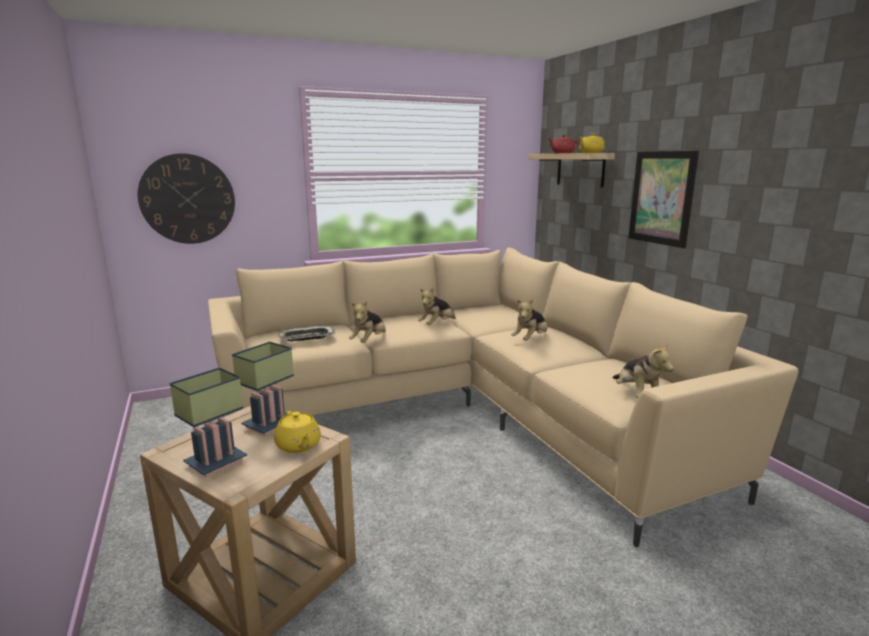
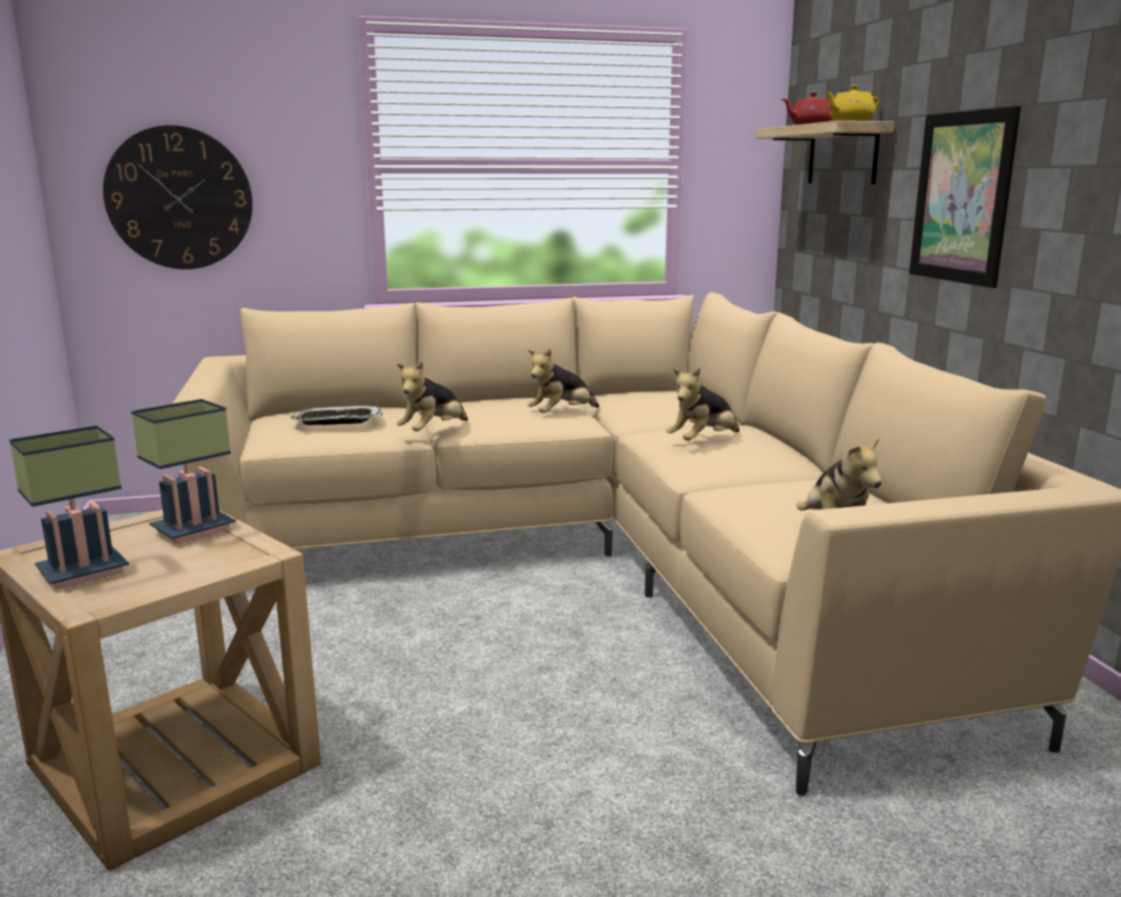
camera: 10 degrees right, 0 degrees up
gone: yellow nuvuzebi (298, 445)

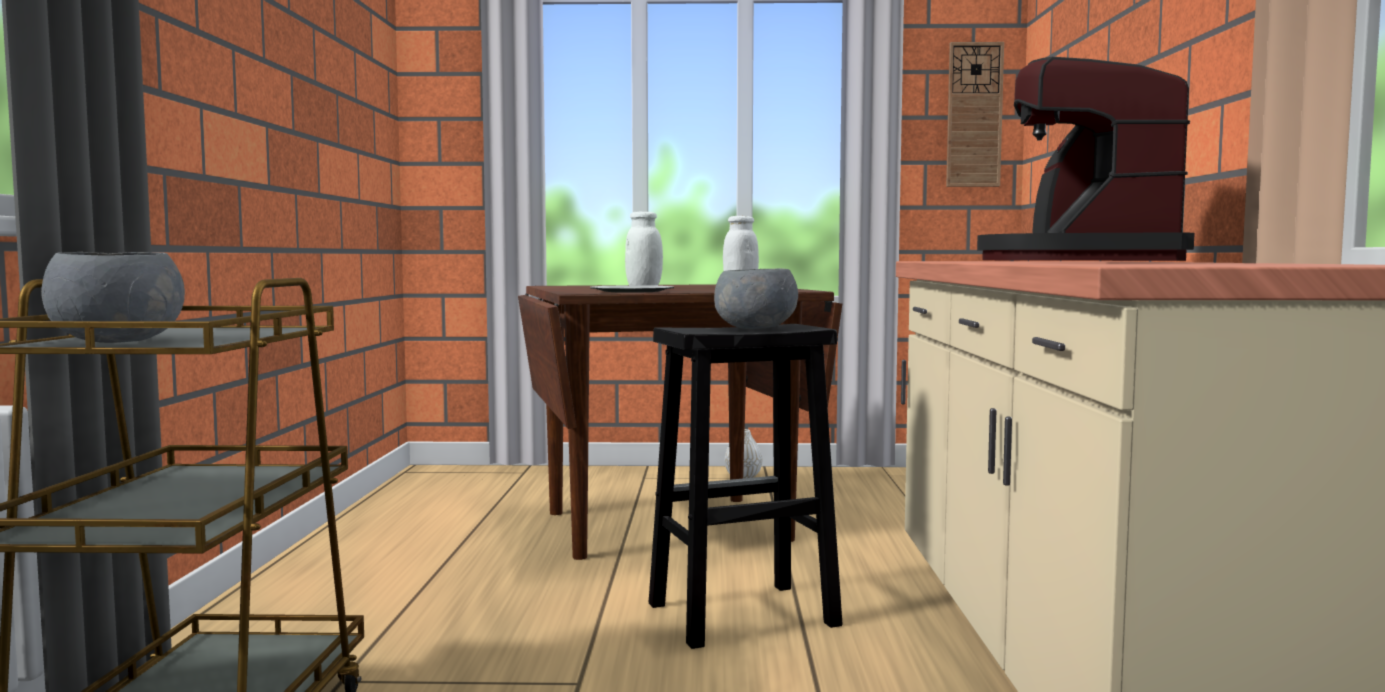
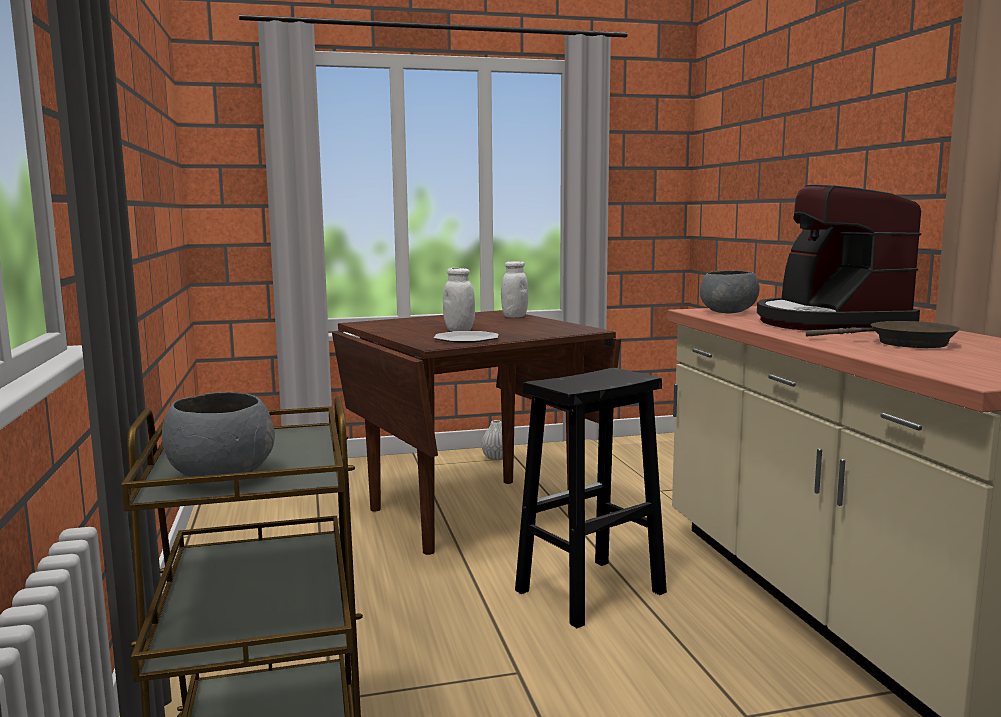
camera: 15 degrees left, 5 degrees up
gone: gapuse (974, 115)
new: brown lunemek (903, 343)
shifted: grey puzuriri (754, 328) to (727, 312)

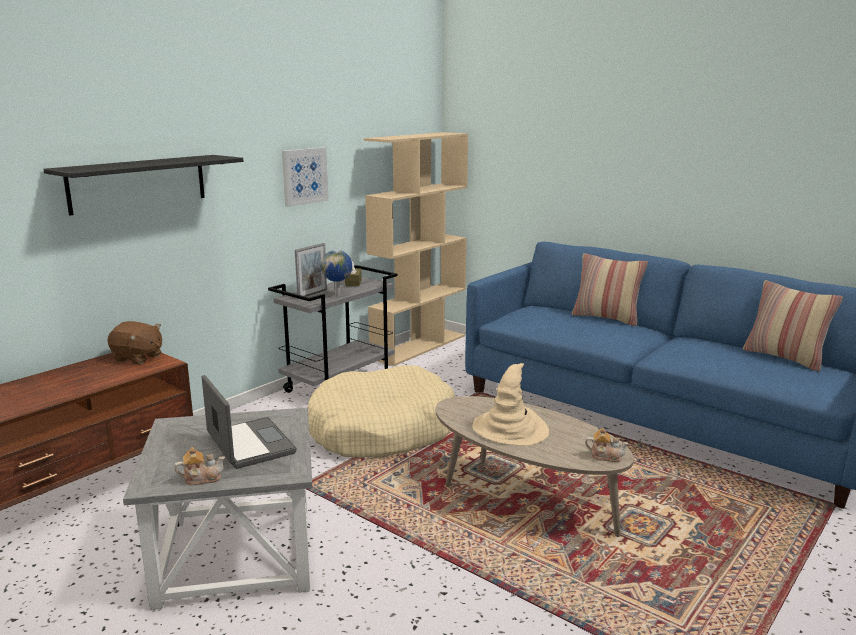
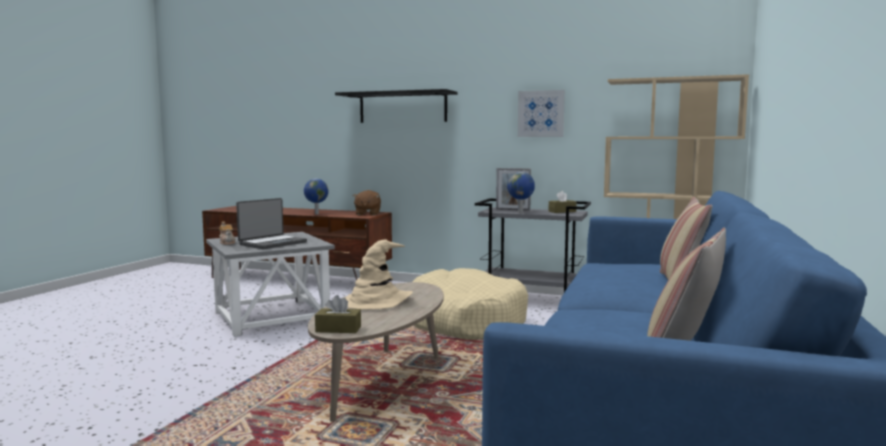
camera: 70 degrees right, 10 degrees down
new: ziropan (316, 214)
swapped: nuvuzebi (605, 456) to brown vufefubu (338, 329)

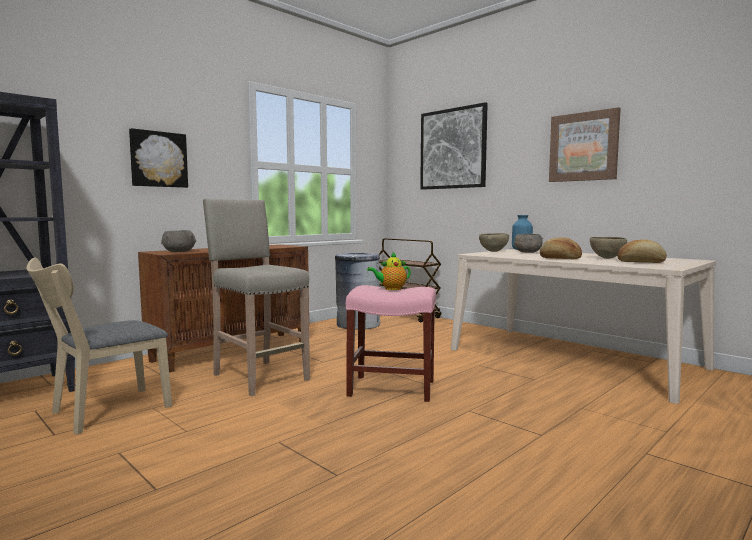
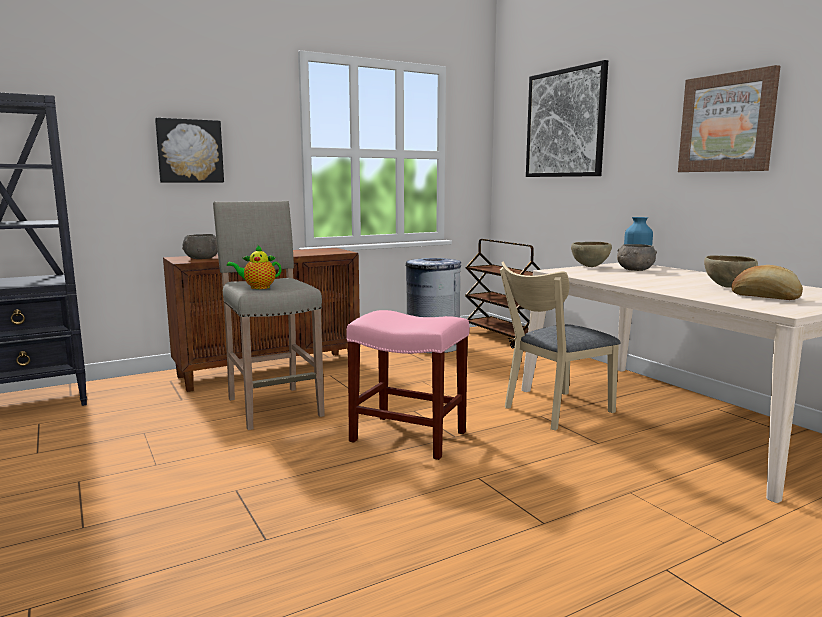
camera: 15 degrees right, 5 degrees up
gone: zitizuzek (559, 258)
shifted: nuvuzebi (391, 289) to (257, 287); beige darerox (103, 412) to (553, 411)

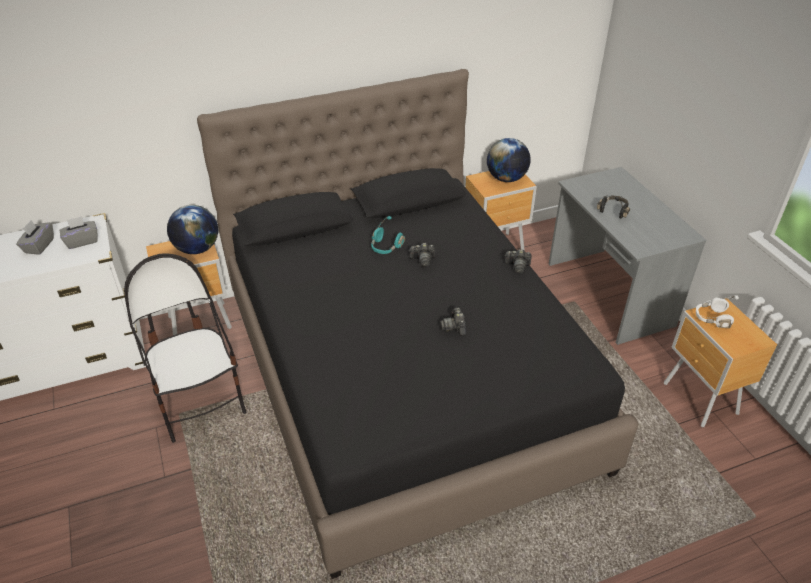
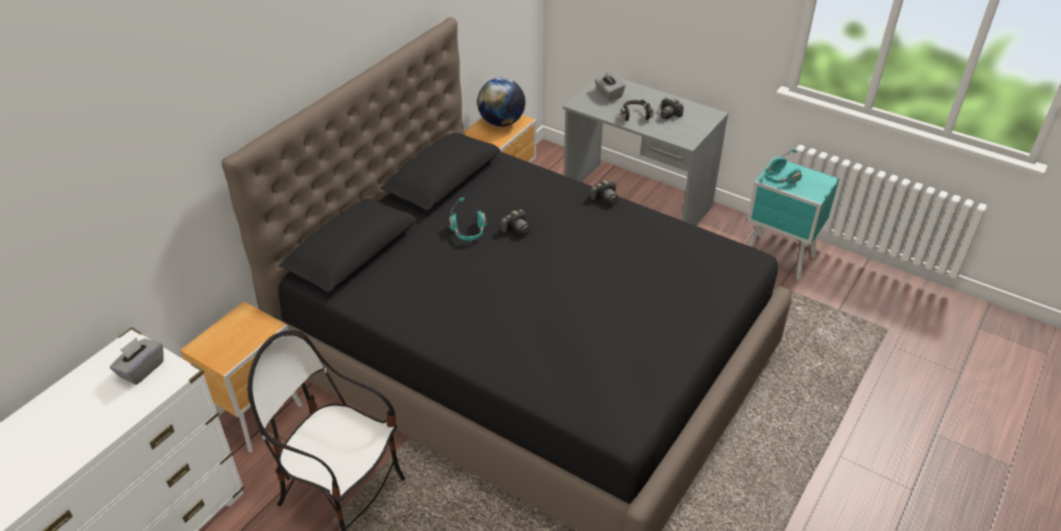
camera: 35 degrees left, 0 degrees up
gone: ziropan (197, 249)
shifted: grey vufefubu (39, 246) to (608, 94); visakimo (454, 327) to (669, 114)
repainted: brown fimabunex (700, 400) to turquoise fimabunex (779, 259); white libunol (712, 318) to turquoise libunol (779, 178)

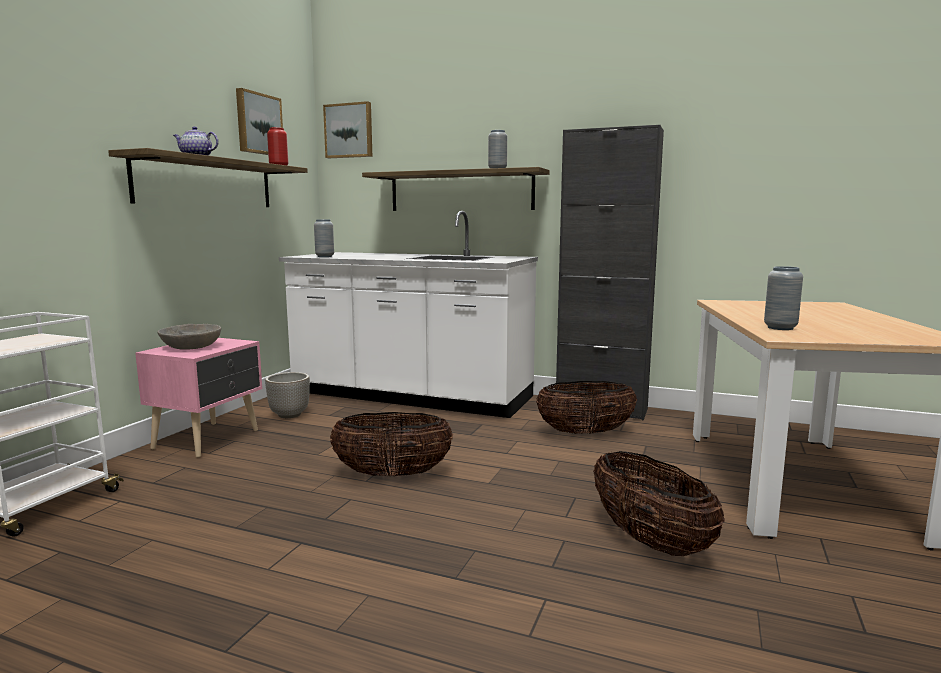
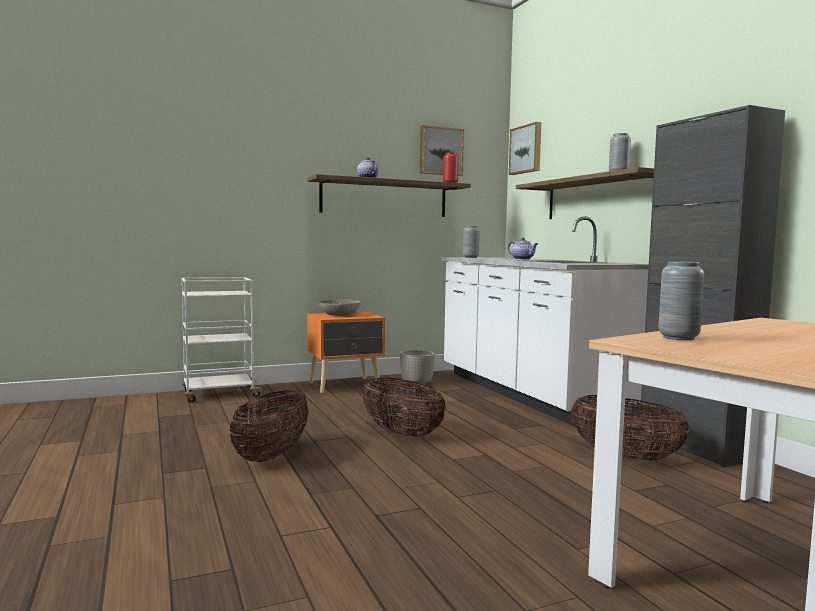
camera: 45 degrees right, 5 degrees down
new: nuvuzebi (523, 259)
shifted: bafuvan (650, 540) to (271, 455)
repainted: pink fimabunex (209, 439) to orange fimabunex (345, 386)

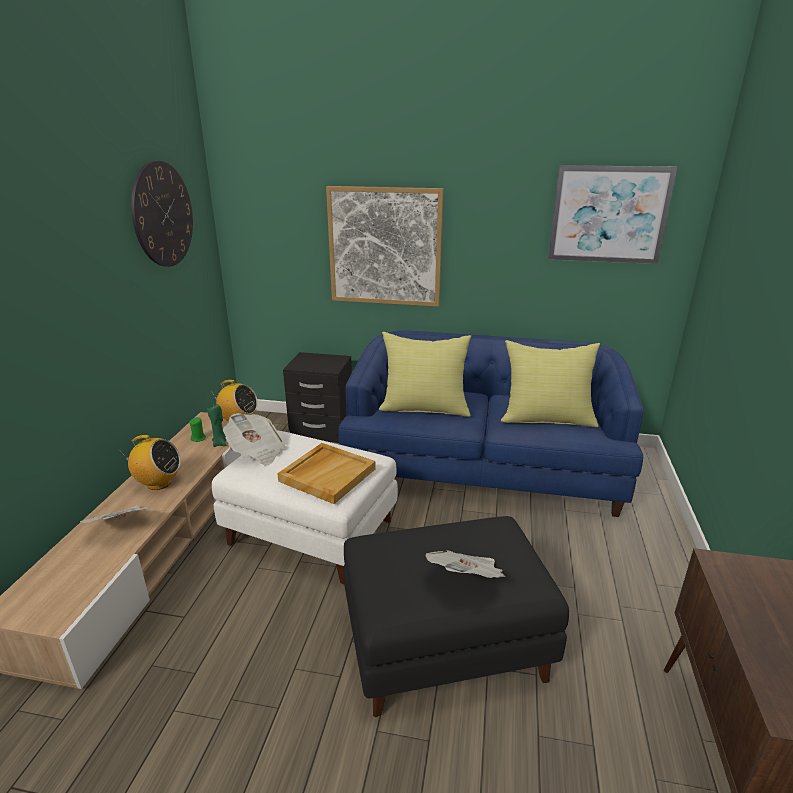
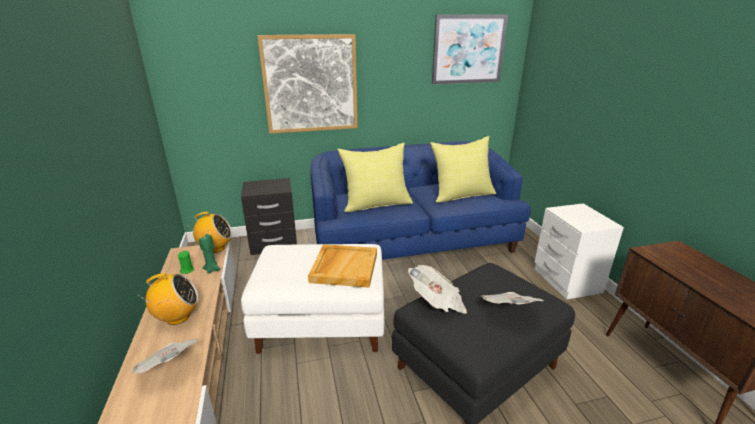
camera: 25 degrees left, 0 degrees up
gone: gapuse (163, 214)
new: white fimabunex (566, 280)
shifted: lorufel (256, 452) to (437, 302)

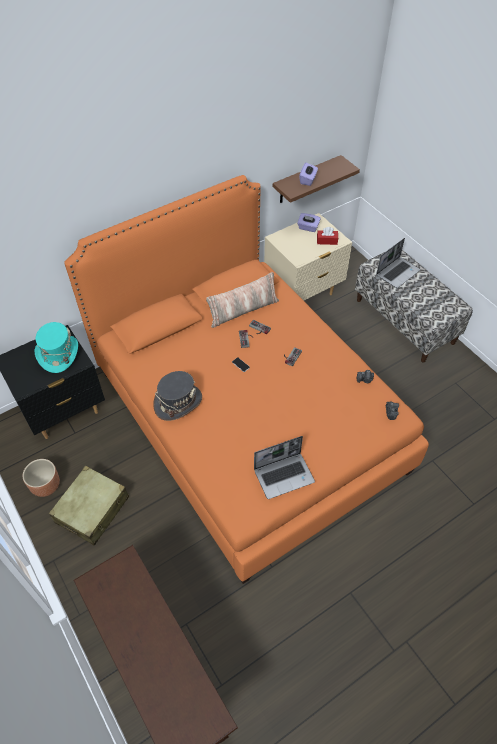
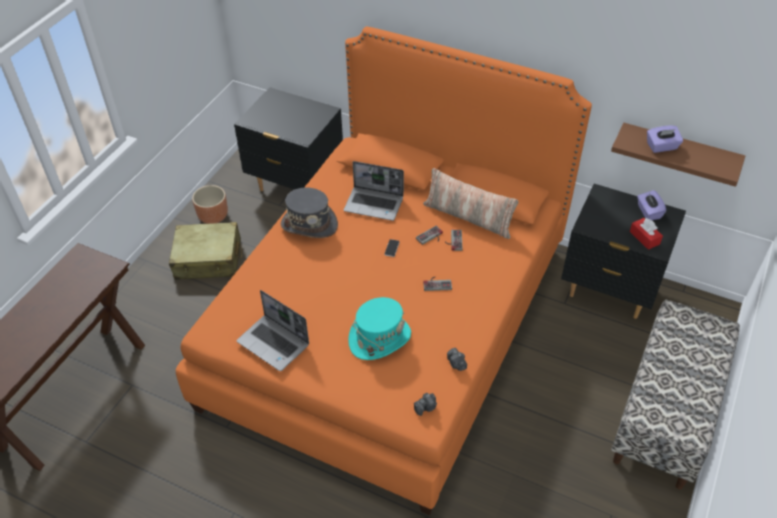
camera: 60 degrees right, 5 degrees down
shifted: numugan (397, 272) to (374, 204); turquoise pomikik (58, 354) to (379, 338)
repainted: beige fimabunex (303, 294) to black fimabunex (609, 290)

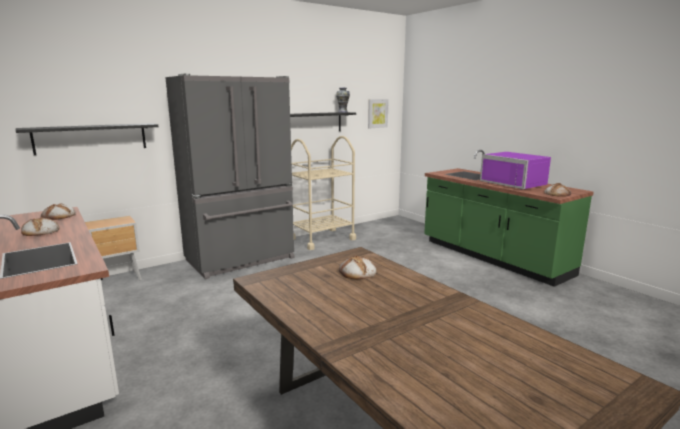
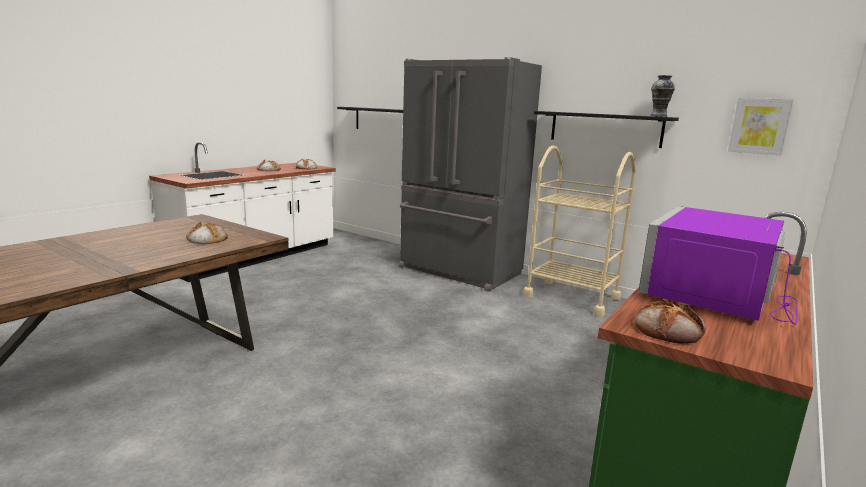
camera: 70 degrees right, 0 degrees up
gone: brown fimabunex (119, 280)

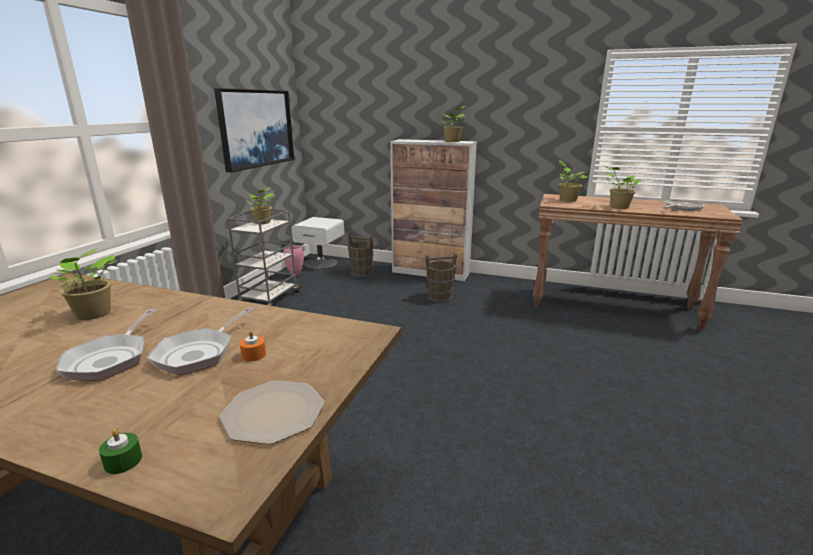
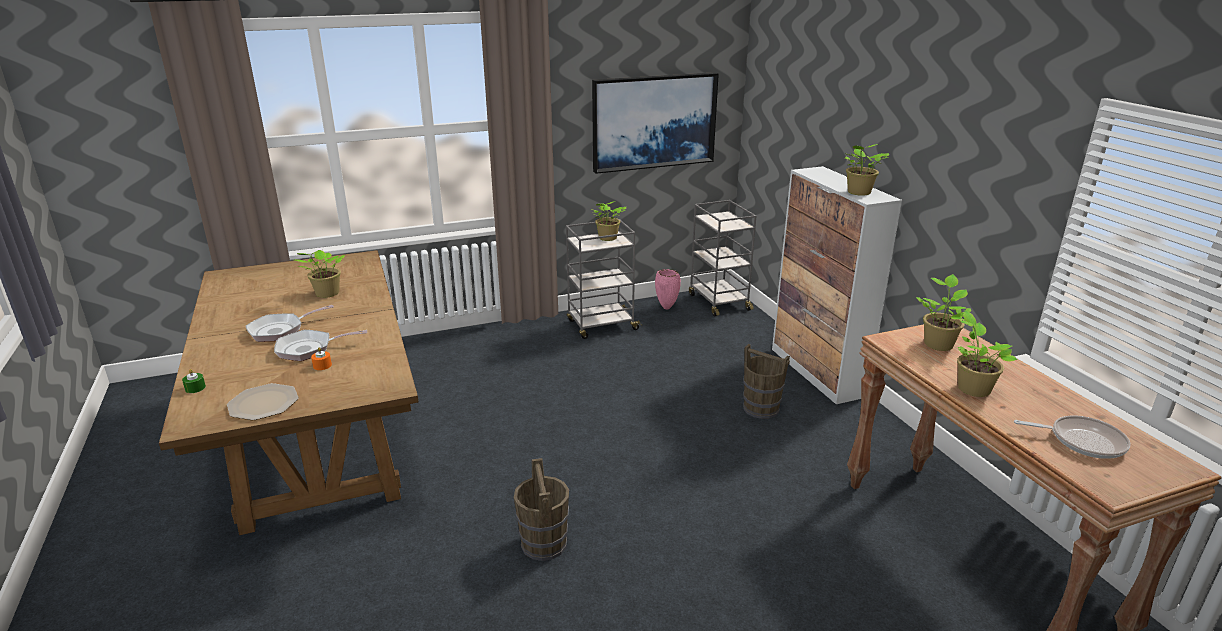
camera: 50 degrees right, 5 degrees up
shifted: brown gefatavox (361, 273) to (544, 543)
swapped: white fimabunex (321, 262) to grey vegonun (718, 302)

